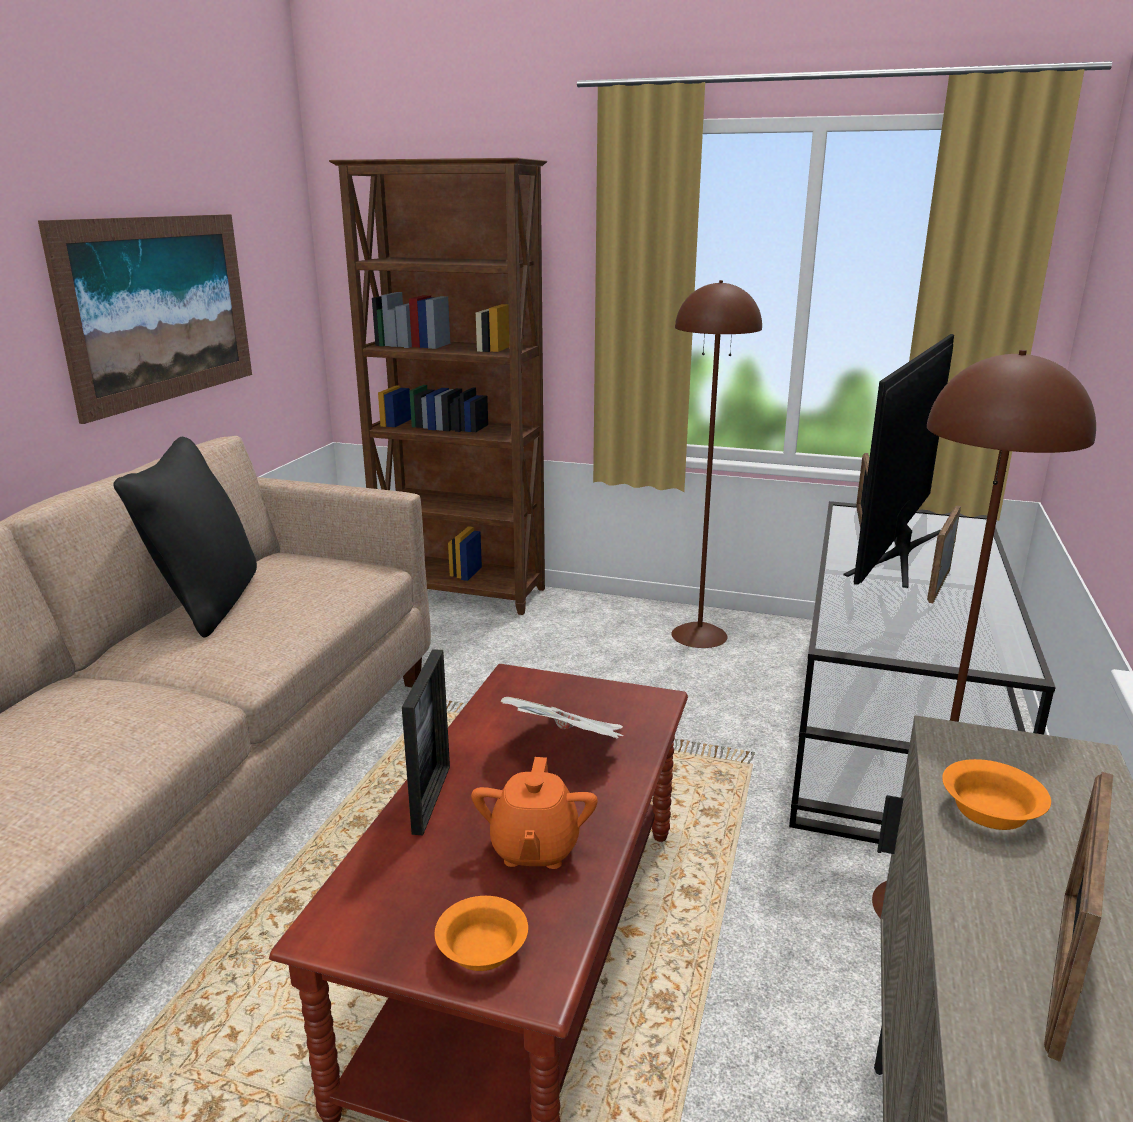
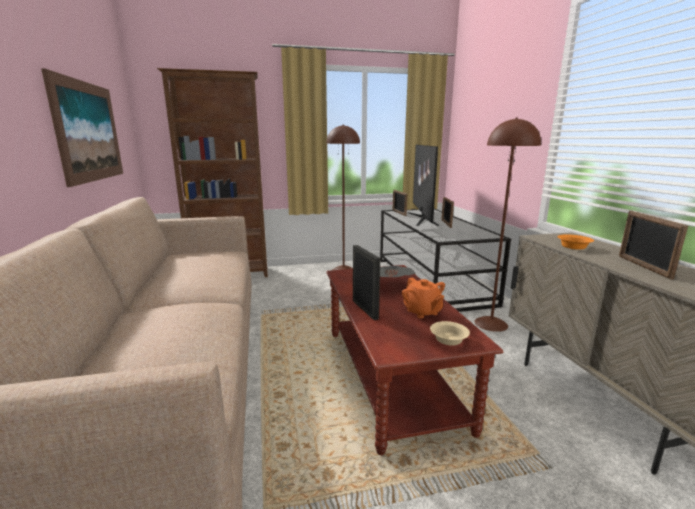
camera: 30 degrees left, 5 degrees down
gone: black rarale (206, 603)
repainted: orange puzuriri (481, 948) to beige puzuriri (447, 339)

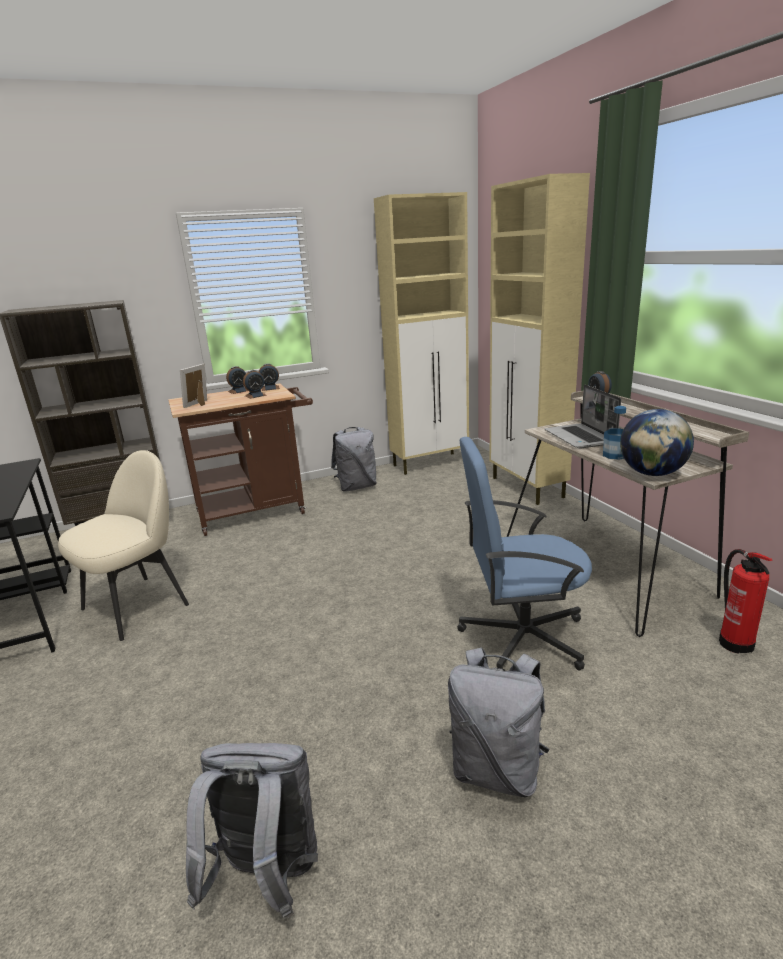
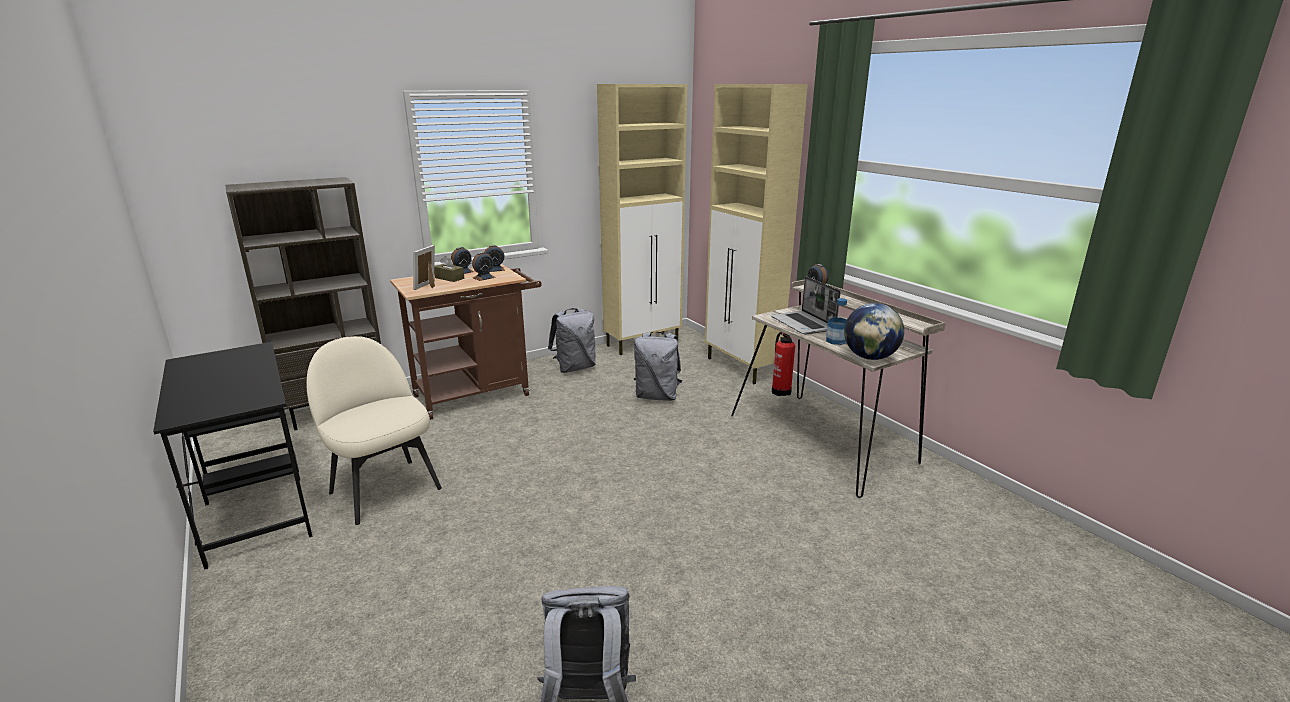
camera: 10 degrees left, 0 degrees up
gone: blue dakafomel (521, 637)
new: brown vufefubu (449, 278)
shifted: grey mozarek (497, 769) to (657, 396); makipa (734, 641) to (780, 391)
rotated: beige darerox (138, 605) = (384, 489) 75 degrees counterclockwise

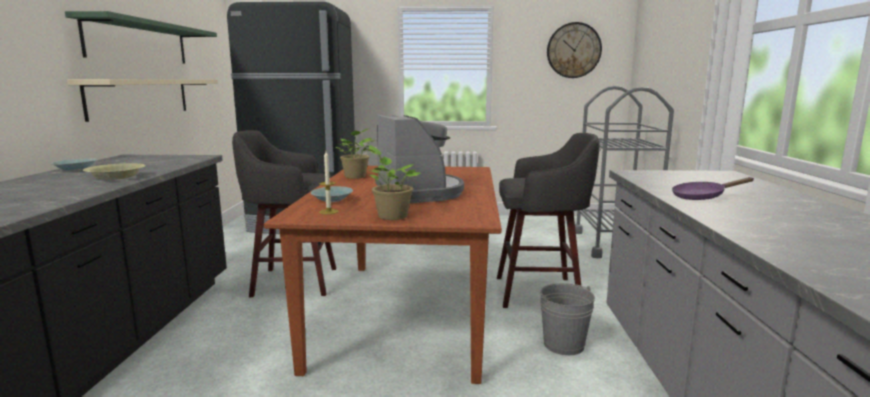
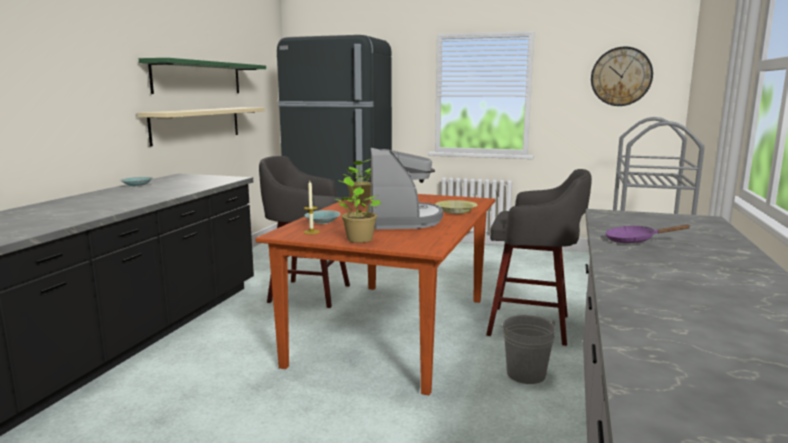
camera: 15 degrees right, 0 degrees up
shifted: yellow puzuriri (116, 177) to (456, 212)

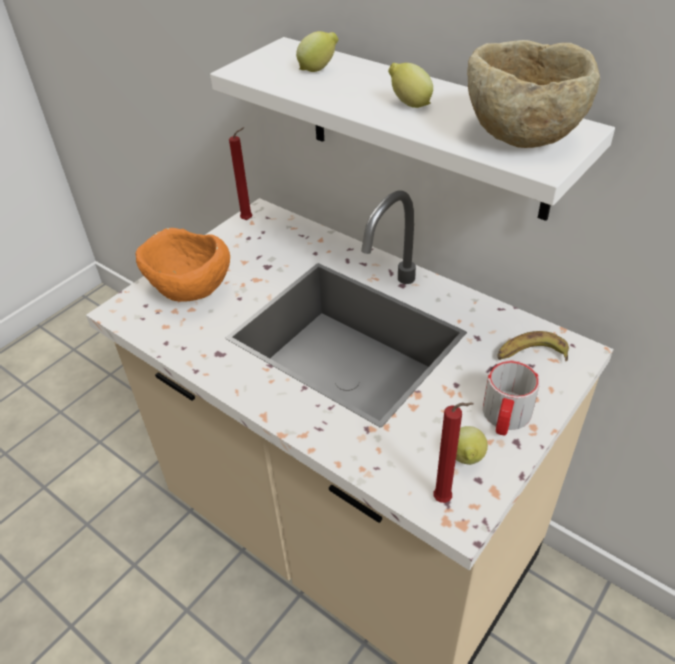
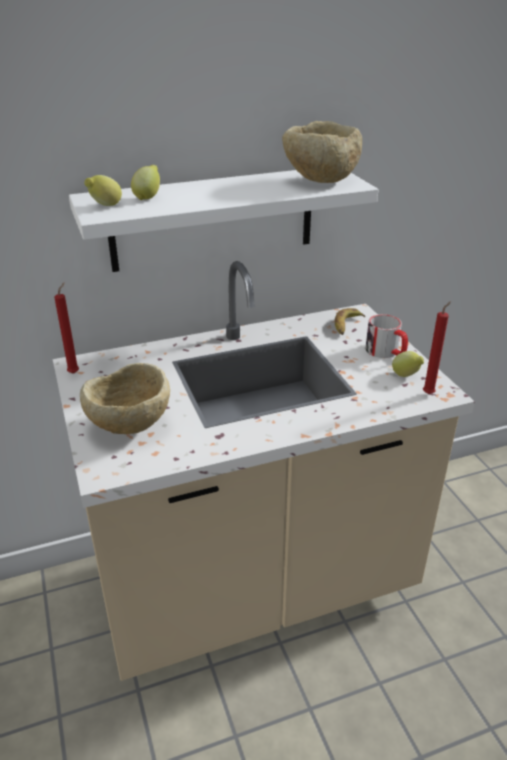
camera: 60 degrees left, 10 degrees down
shifted: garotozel (409, 104) to (105, 206)
repainted: orange puzuriri (191, 293) to beige puzuriri (130, 428)

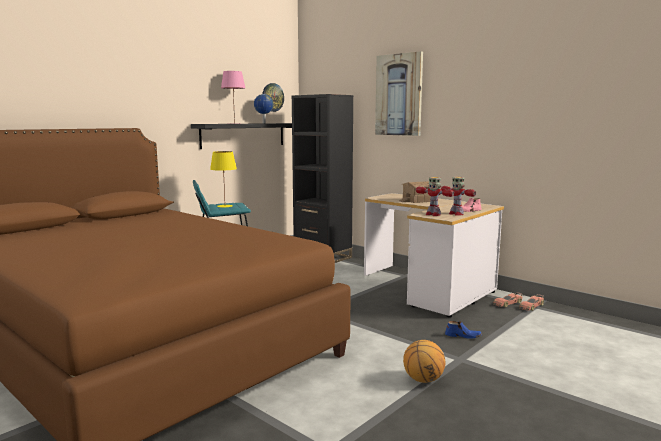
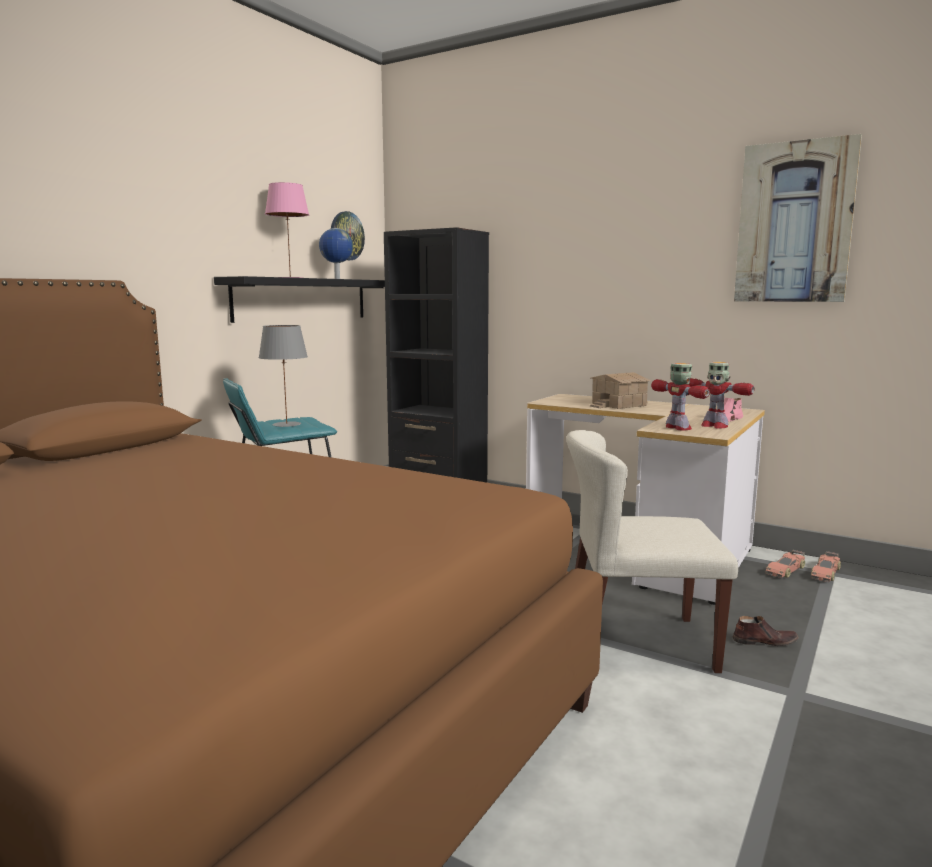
camera: 10 degrees left, 0 degrees up
gone: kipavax (423, 380)
new: beige darerox (637, 643)
shifted: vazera (399, 95) to (794, 223)
repainted: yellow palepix (224, 206) to grey palepix (286, 424); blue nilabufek (463, 336) to brown nilabufek (764, 641)
rotated: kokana (432, 214) = (678, 428) 150 degrees counterclockwise

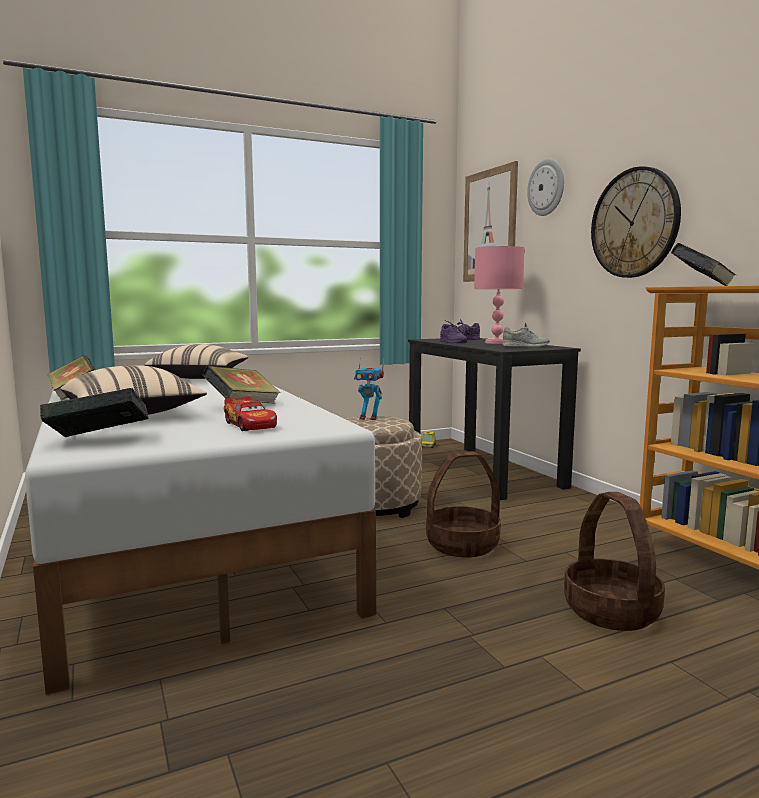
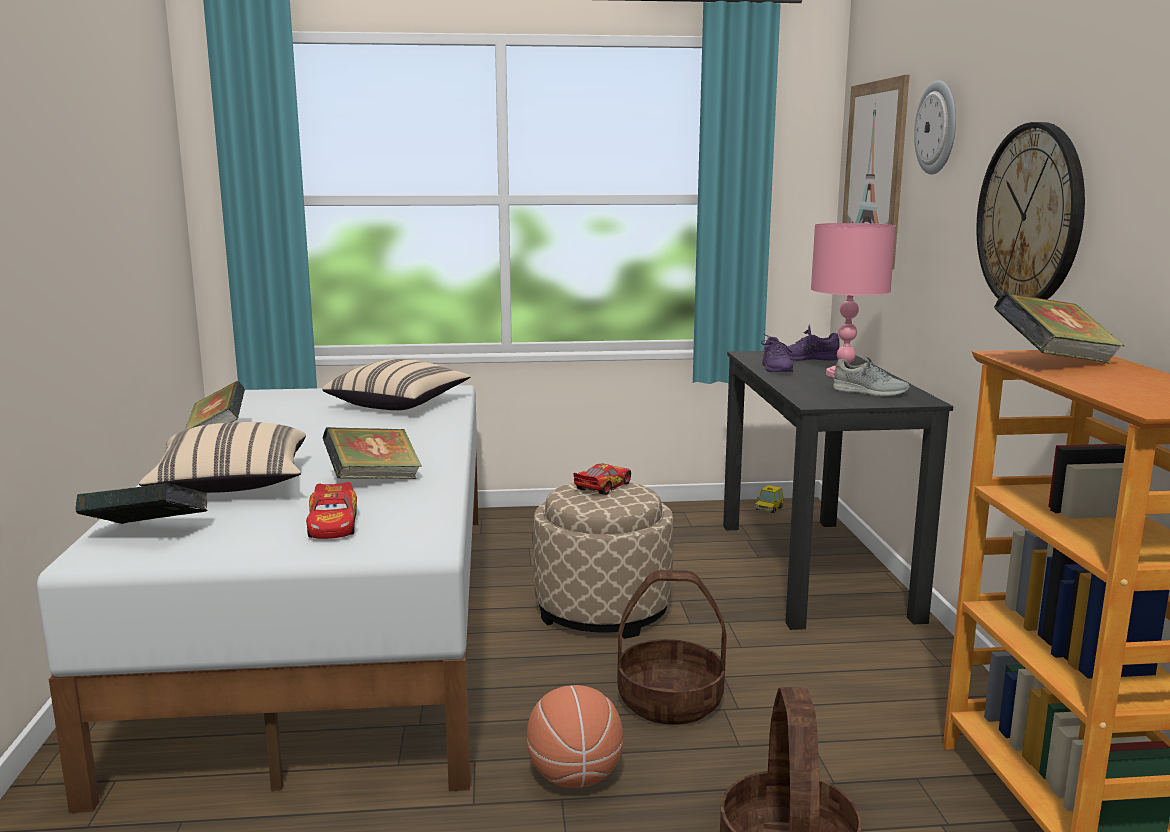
camera: 20 degrees right, 5 degrees up
new: kipavax (574, 777)
swapped: kokana (369, 418) to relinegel (603, 486)

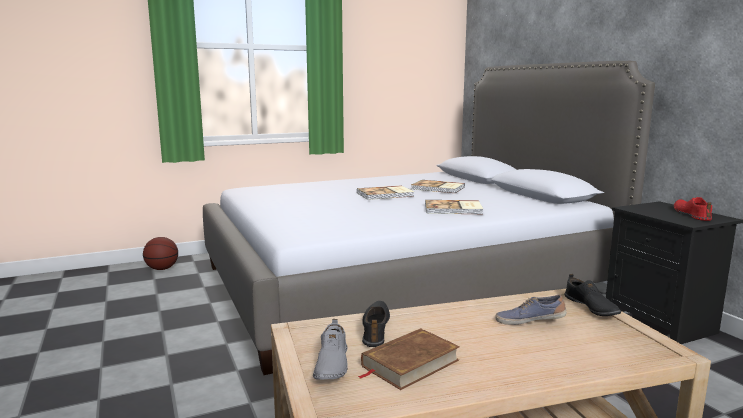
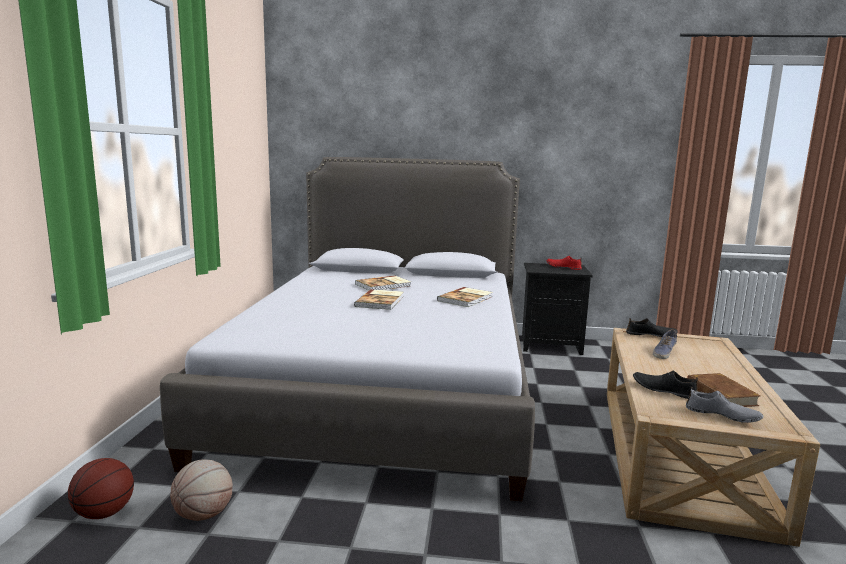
camera: 60 degrees left, 0 degrees up
new: kipavax (204, 515)

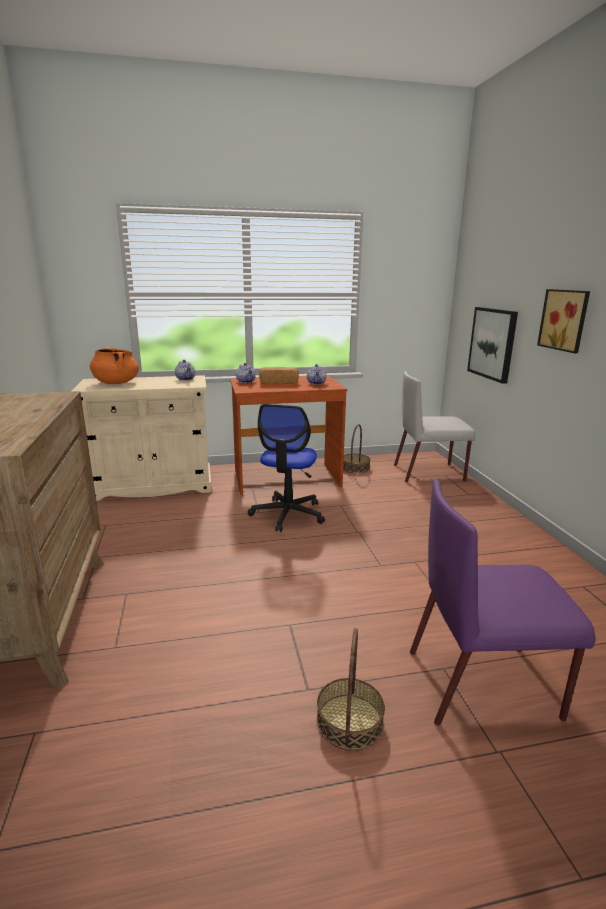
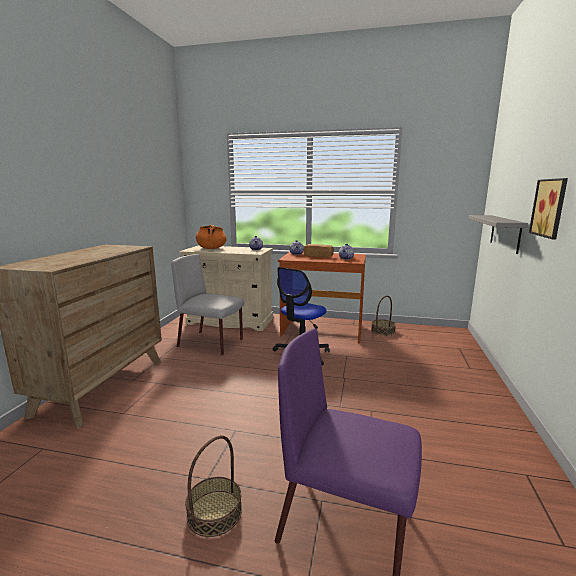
camera: 25 degrees right, 5 degrees down
shifted: grey darerox (430, 473) to (211, 343)
swapped: vazera (492, 343) to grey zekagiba (505, 233)

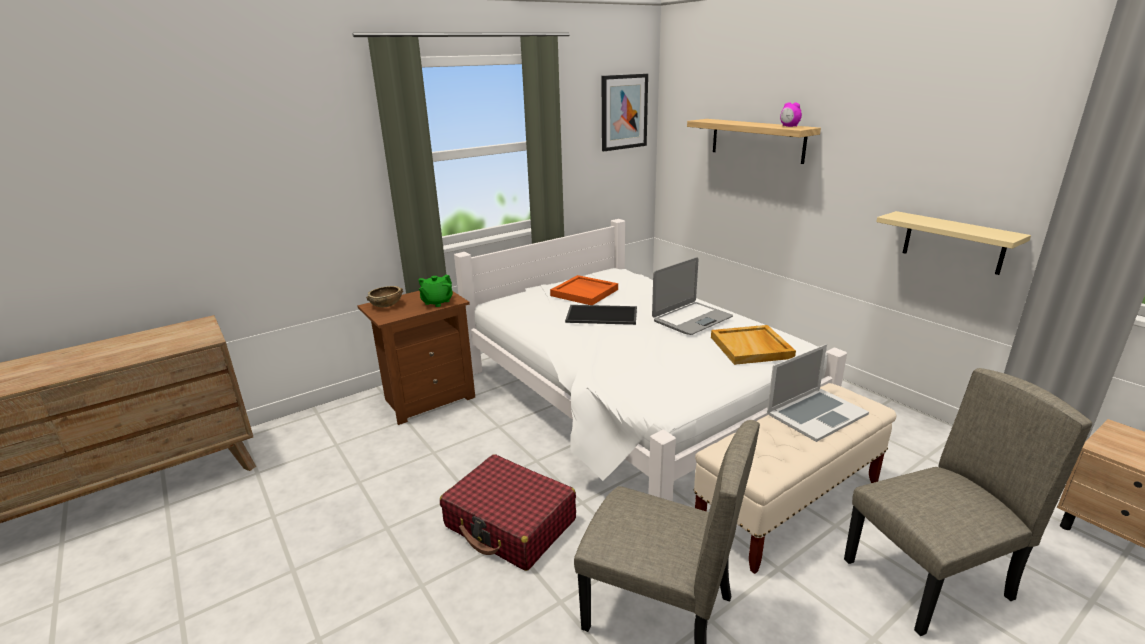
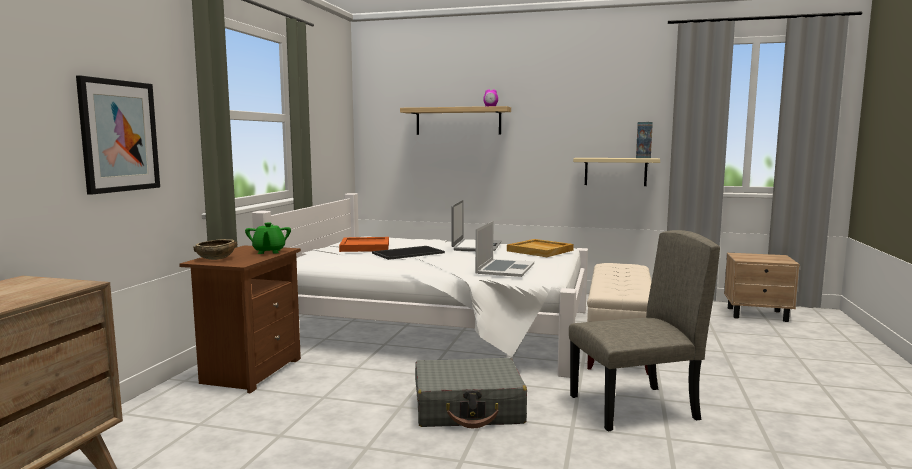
camera: 40 degrees left, 15 degrees down
gone: beige darerox (927, 580)
new: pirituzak (643, 158)
shifted: vazera (623, 112) to (119, 136); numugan (816, 413) to (505, 268)
repainted: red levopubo (510, 524) to grey levopubo (468, 408)

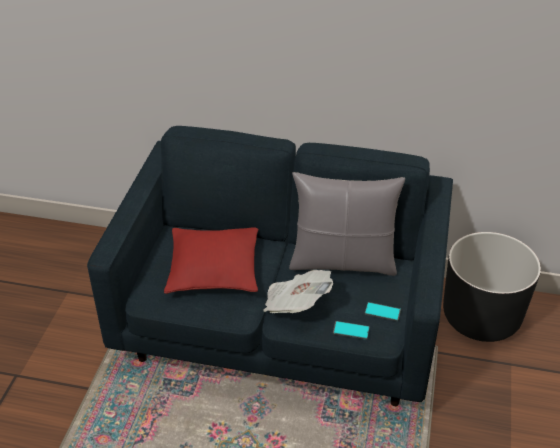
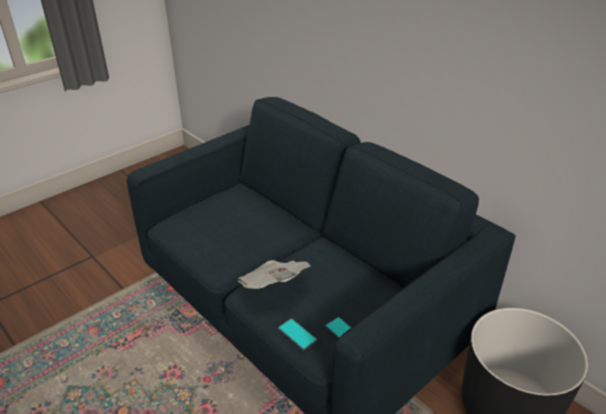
camera: 35 degrees right, 5 degrees down
gone: red rarale (214, 269); grey rarale (343, 262)

